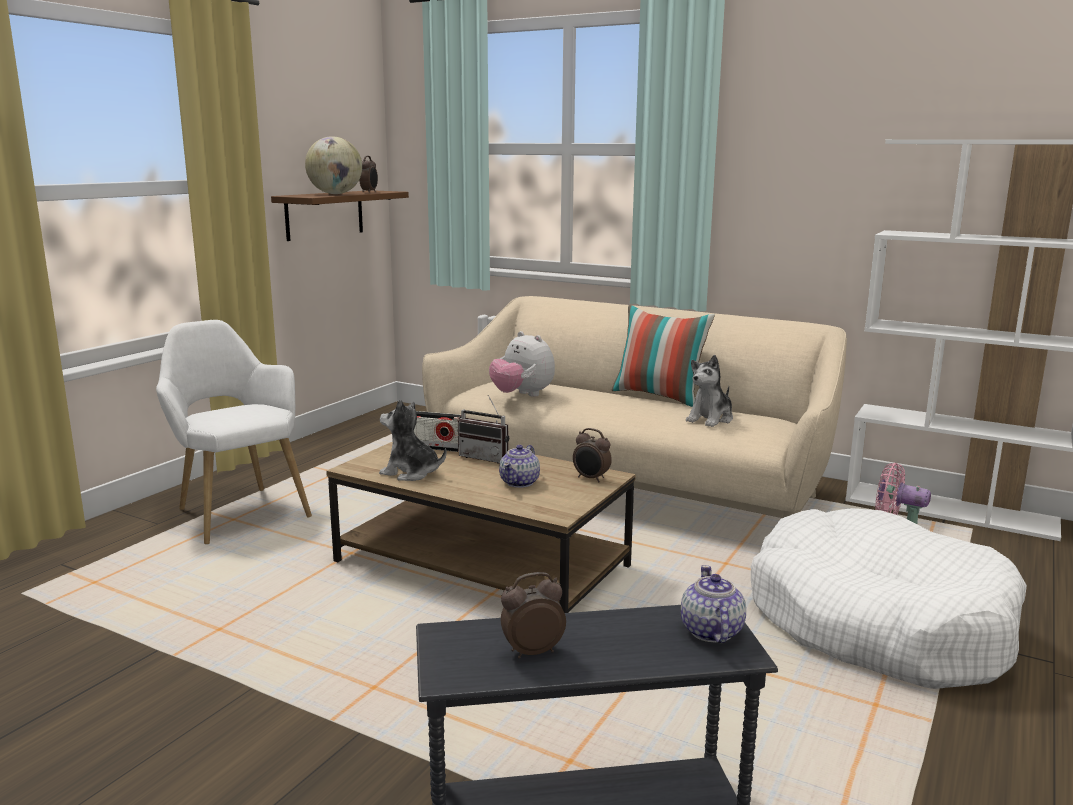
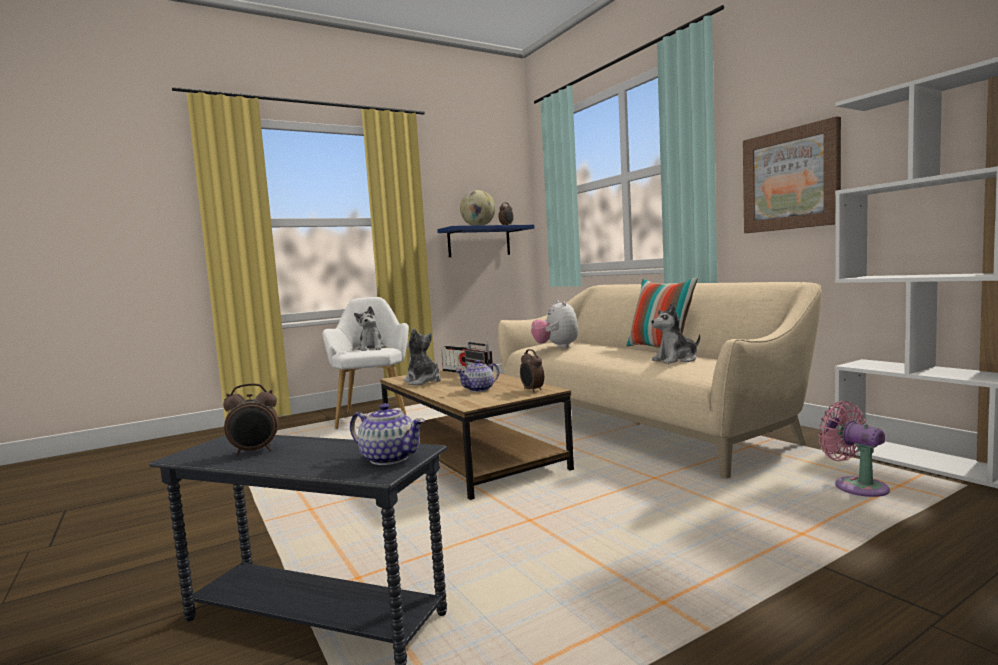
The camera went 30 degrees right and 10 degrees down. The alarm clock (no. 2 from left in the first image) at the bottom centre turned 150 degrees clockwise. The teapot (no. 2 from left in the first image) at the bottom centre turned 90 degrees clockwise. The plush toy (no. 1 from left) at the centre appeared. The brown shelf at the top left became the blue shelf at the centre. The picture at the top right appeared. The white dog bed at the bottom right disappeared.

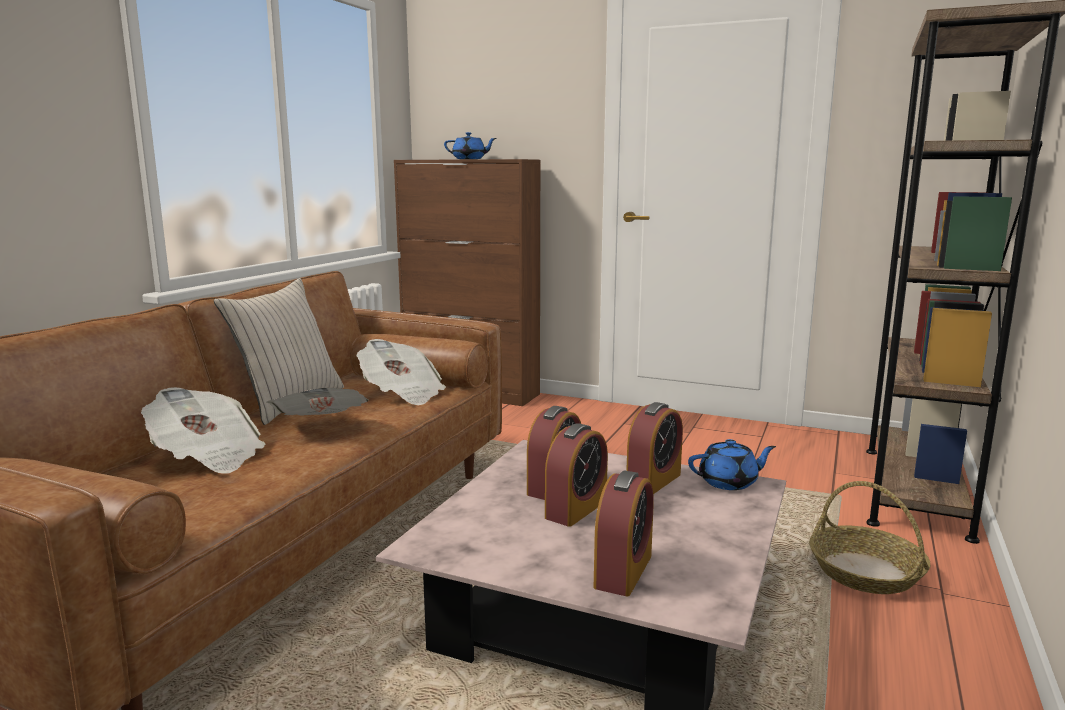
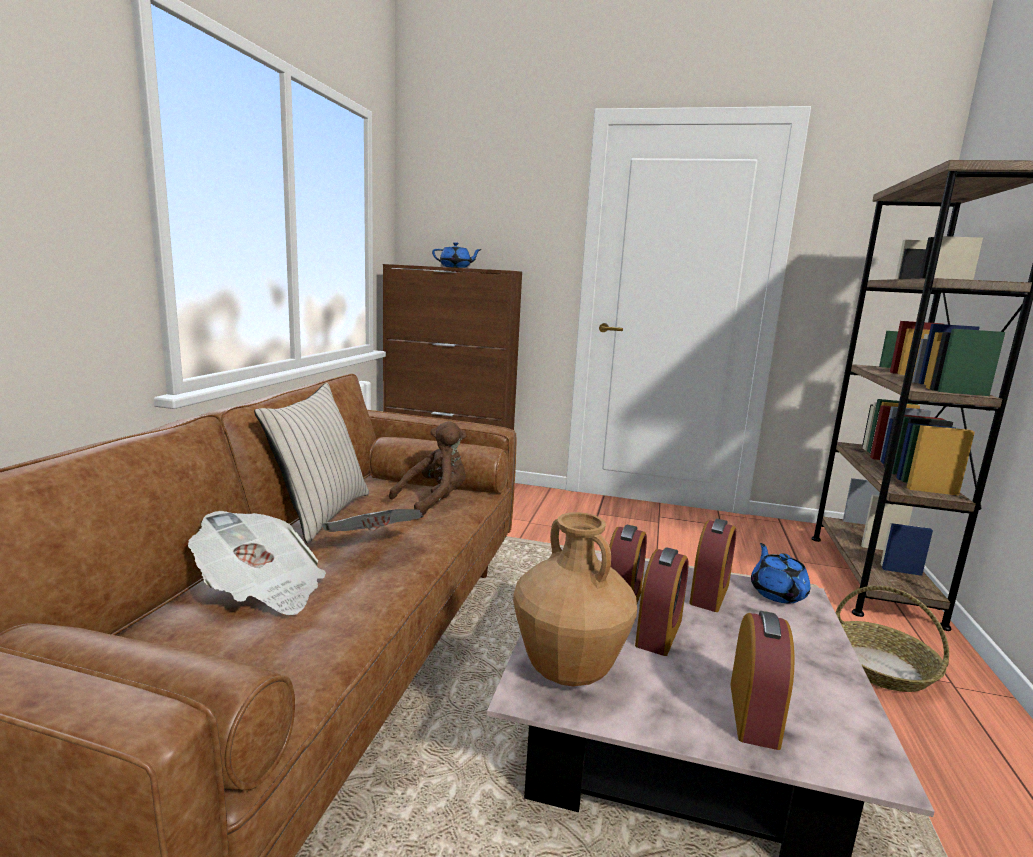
The camera went 10 degrees left and 0 degrees up. The newspaper (no. 3 from left) at the centre was replaced by the brown plush toy at the centre. The brown vase at the bottom centre appeared. The blue teapot (no. 2 from left) at the middle right turned 75 degrees counterclockwise.

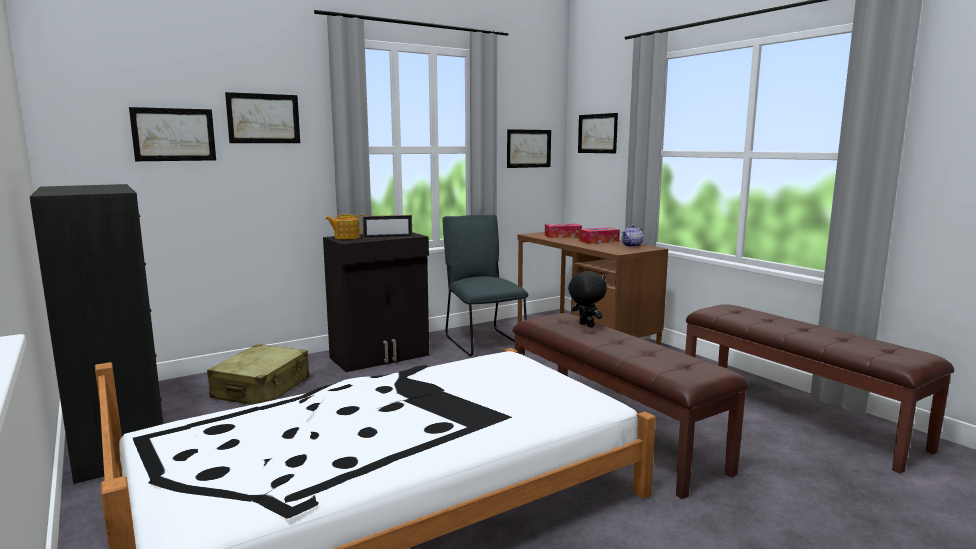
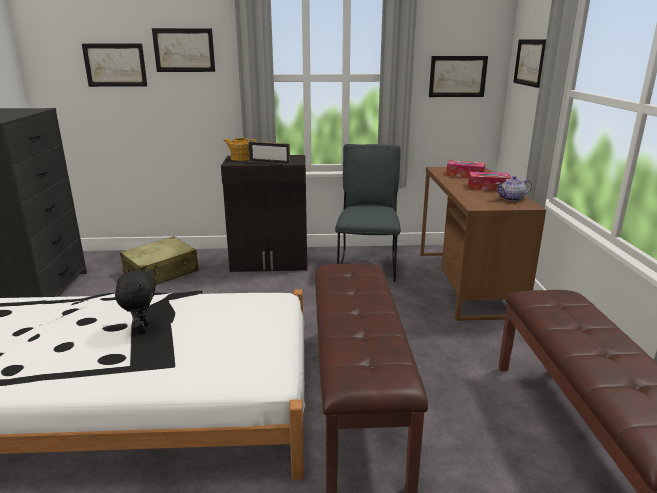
The camera went 30 degrees right and 10 degrees up. The black plush toy moved from the centre to the middle left.

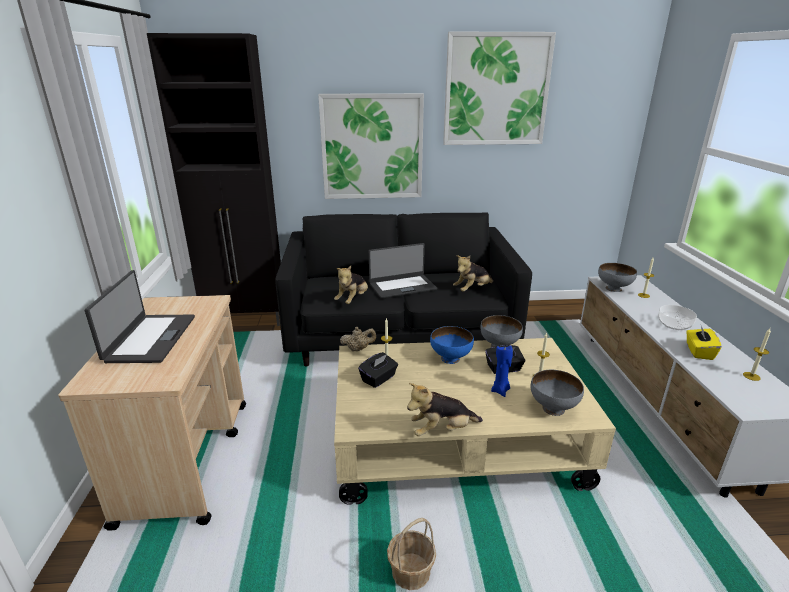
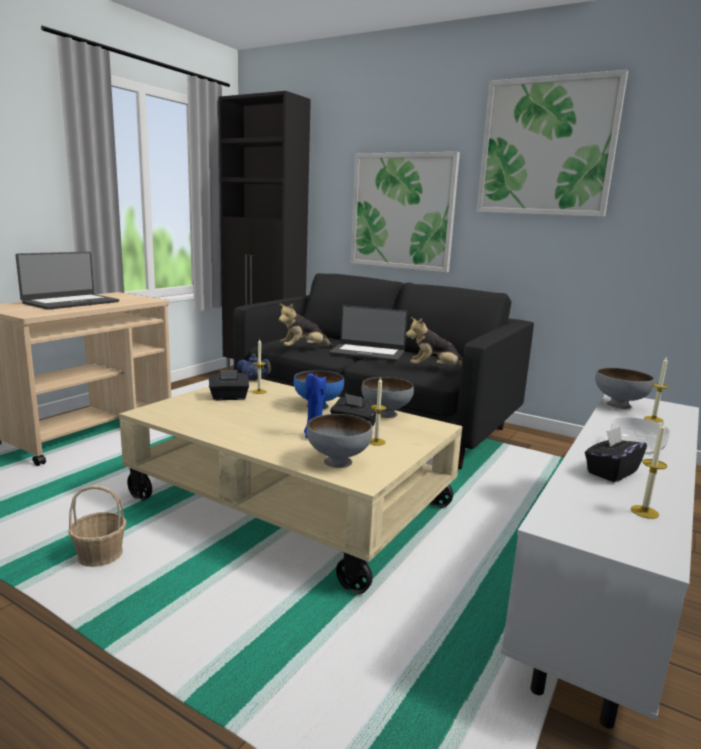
The camera went 35 degrees right and 10 degrees down. The beige teapot at the centre became the blue teapot at the centre. The yellow tissue box at the middle right became the black tissue box (no. 3 from left) at the middle right. The plush toy (no. 2 from left) at the bottom centre disappeared.

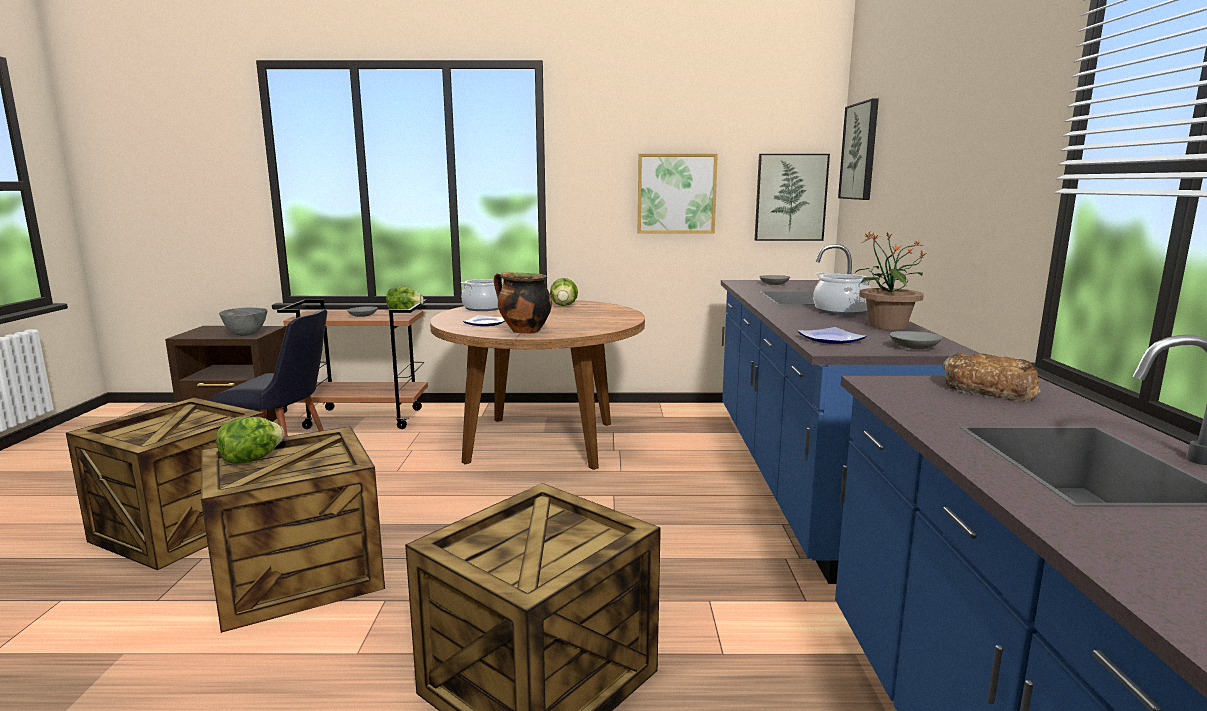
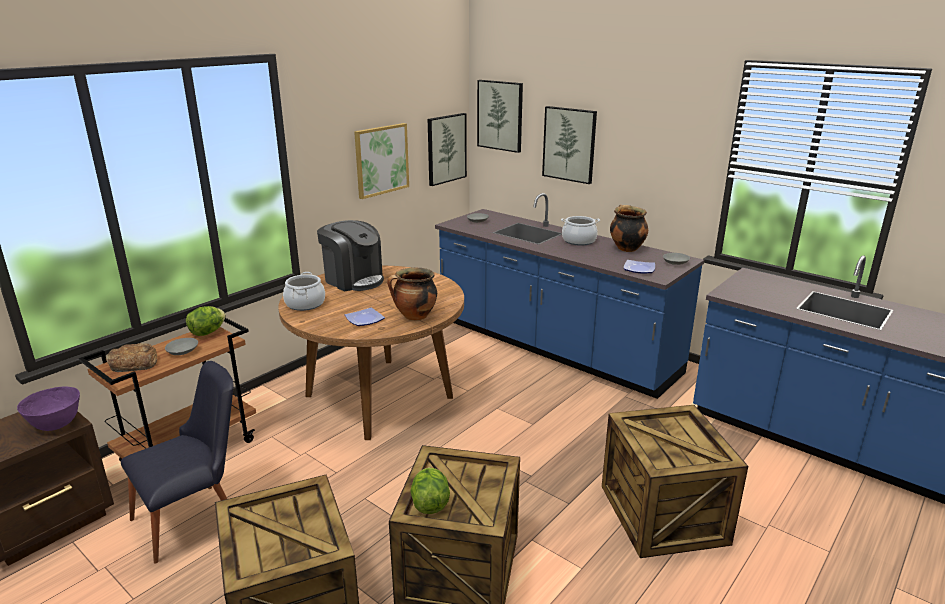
The camera went 50 degrees left and 10 degrees up. The grey bowl (no. 1 from left) at the middle left became the purple bowl at the bottom left. The bread moved from the middle right to the middle left. The lettuce (no. 3 from left) at the centre was replaced by the coffee machine at the centre. The picture (no. 4 from left) at the top centre appeared. The potted plant at the middle right was replaced by the cooking pot (no. 4 from left) at the centre.

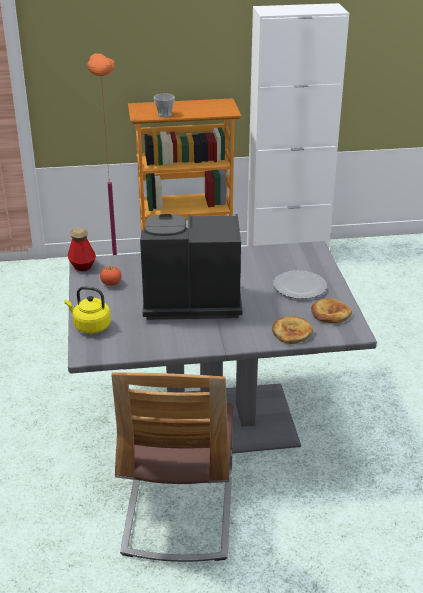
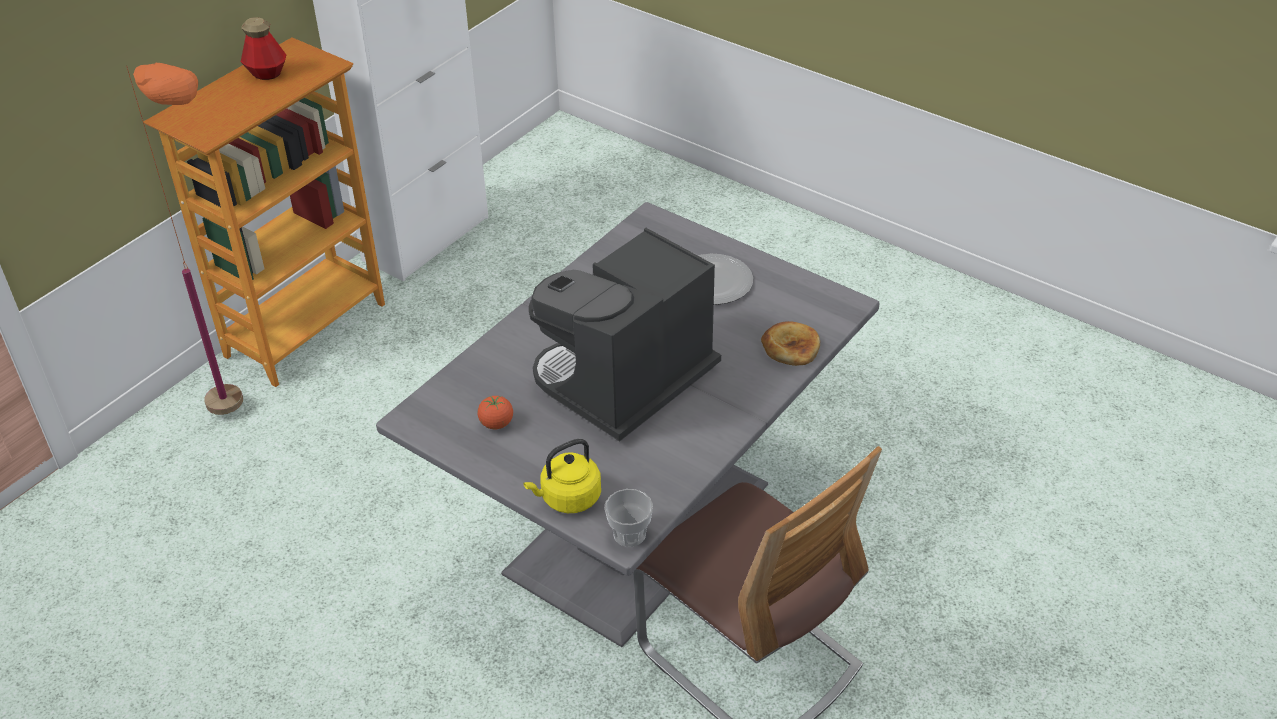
The camera went 45 degrees left and 10 degrees up. The bottle moved from the middle left to the top left. The cup moved from the top centre to the bottom centre. The bread (no. 2 from left) at the middle right disappeared.

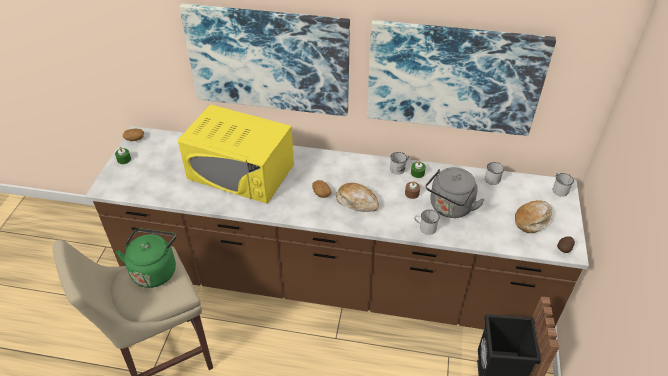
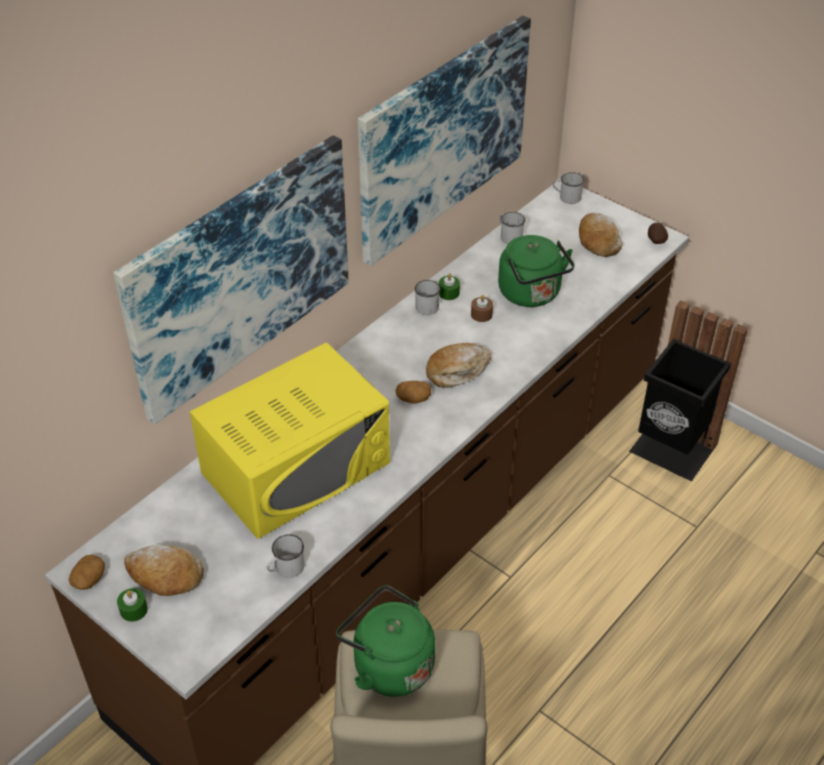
The camera went 60 degrees left and 0 degrees up. The bread (no. 1 from left) at the bottom left appeared. The white mug (no. 2 from left in the first image) moved from the centre to the bottom centre. The grey kettle at the middle right became the green kettle (no. 2 from left) at the centre.

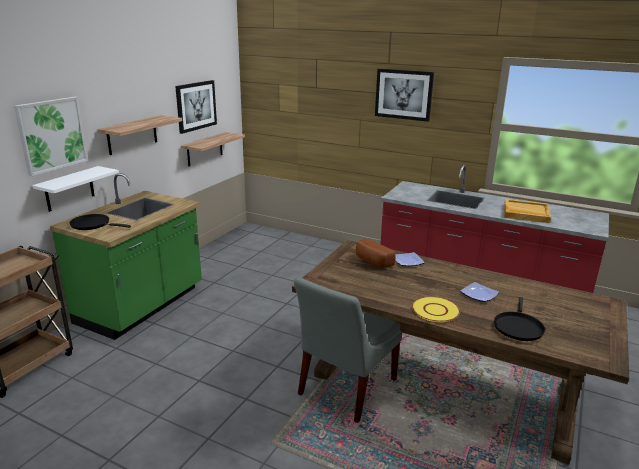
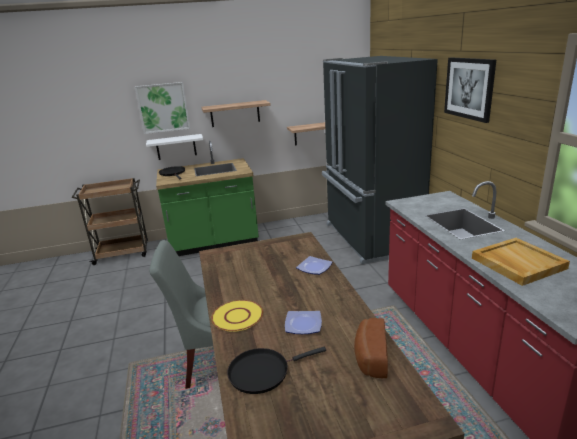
The camera went 50 degrees right and 0 degrees up. The black fridge at the centre appeared. The bread moved from the centre to the bottom centre. The picture (no. 2 from left) at the top left disappeared.

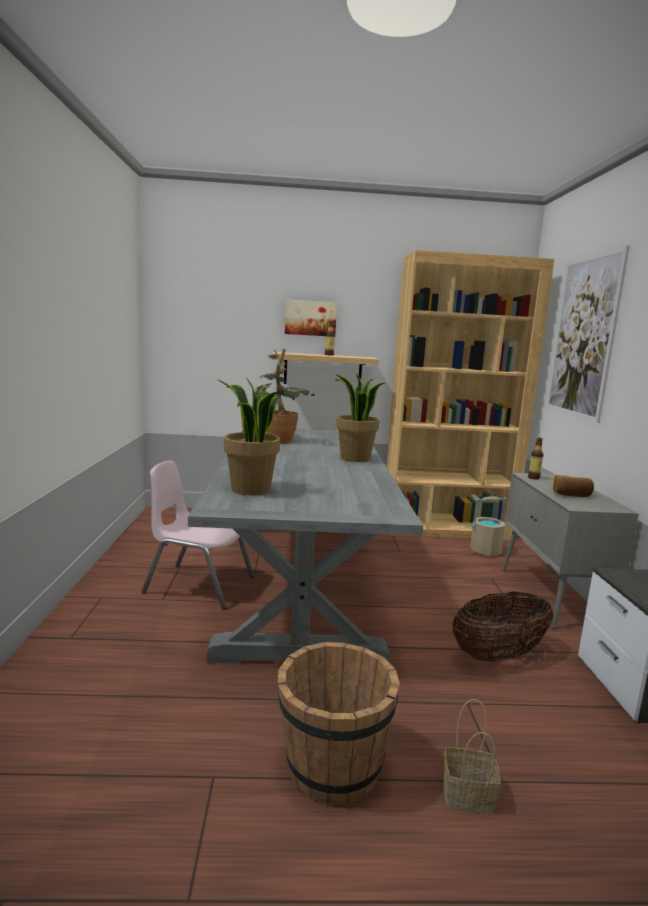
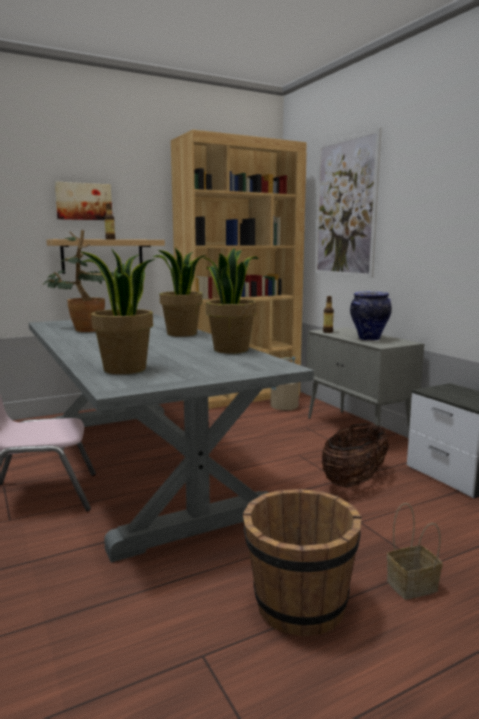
The camera went 25 degrees left and 0 degrees up. The potted plant (no. 4 from left) at the centre appeared. The bread at the middle right was replaced by the vase at the middle right.

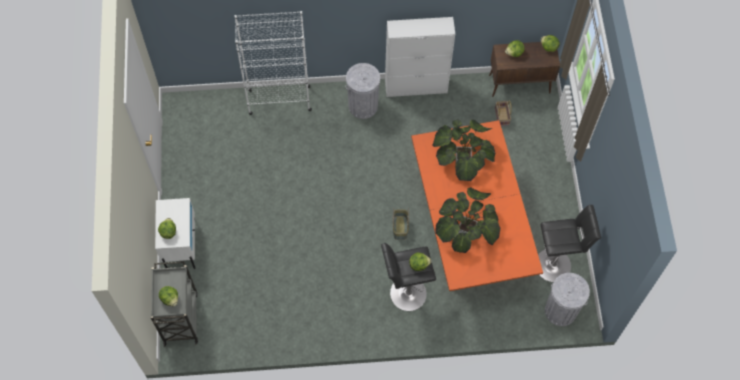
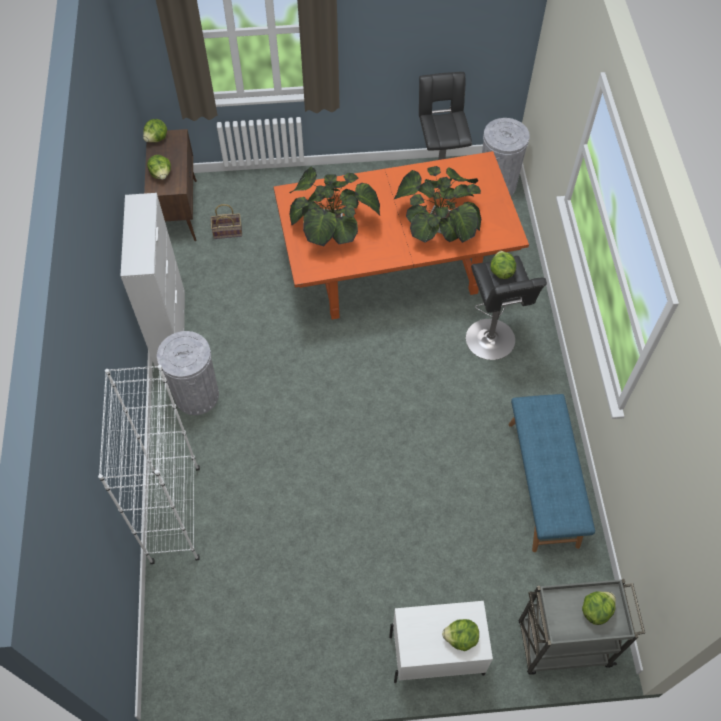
The camera went 90 degrees left and 5 degrees down. The blue bench at the middle right appeared. The basket (no. 1 from left) at the centre disappeared.

